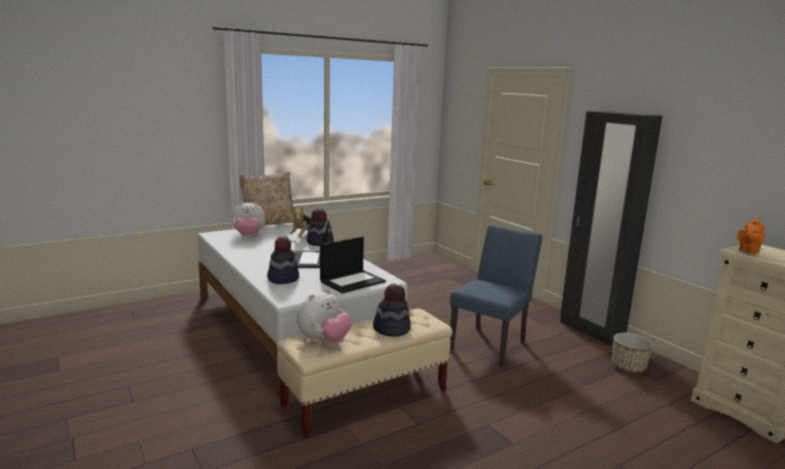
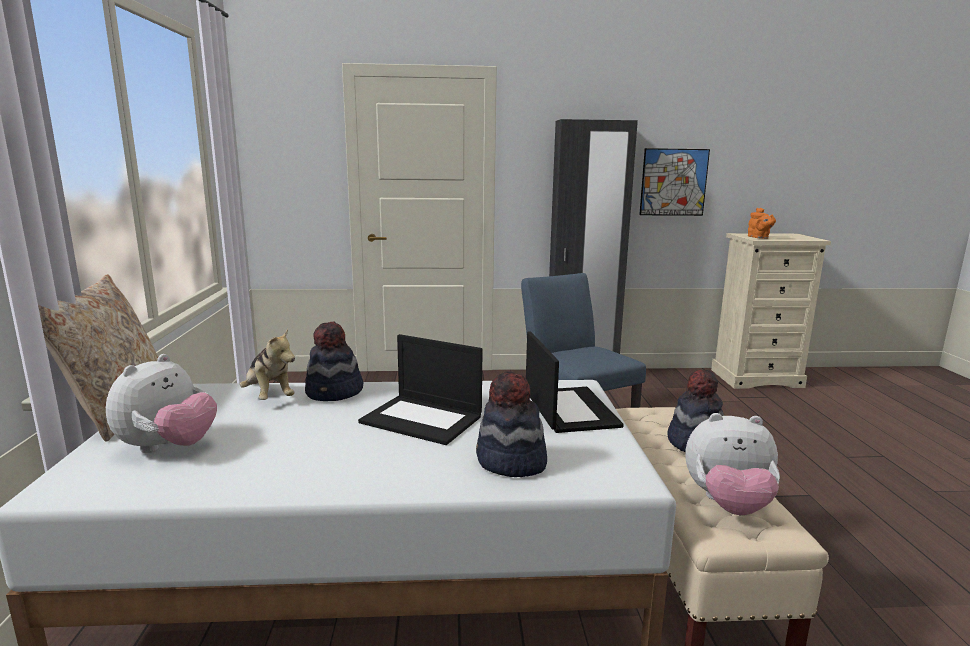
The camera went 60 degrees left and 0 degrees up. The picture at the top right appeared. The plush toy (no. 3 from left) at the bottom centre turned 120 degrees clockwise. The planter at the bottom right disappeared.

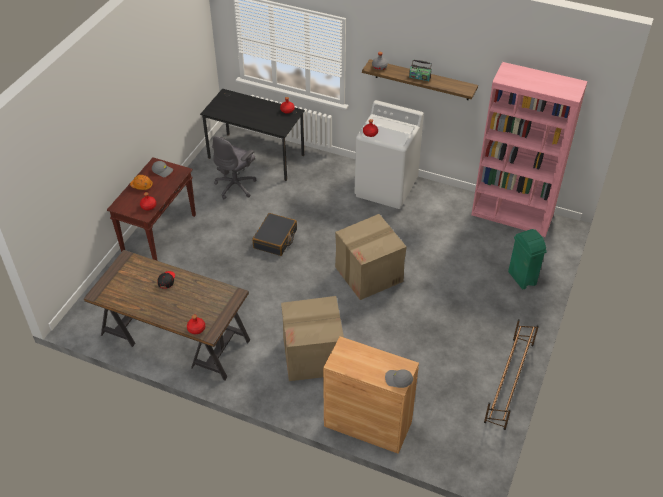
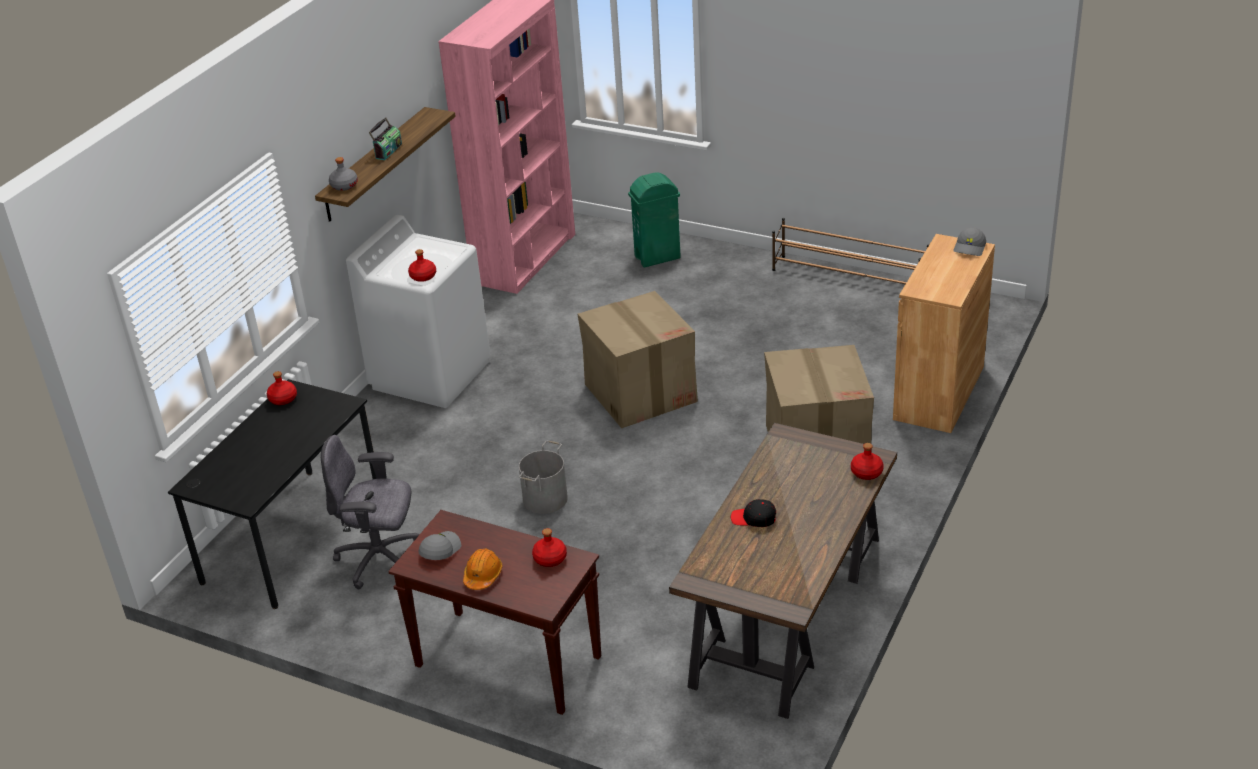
The camera went 85 degrees left and 10 degrees down. The grey office chair at the centre turned 150 degrees clockwise. The black suitcase at the centre was replaced by the grey bucket at the centre.

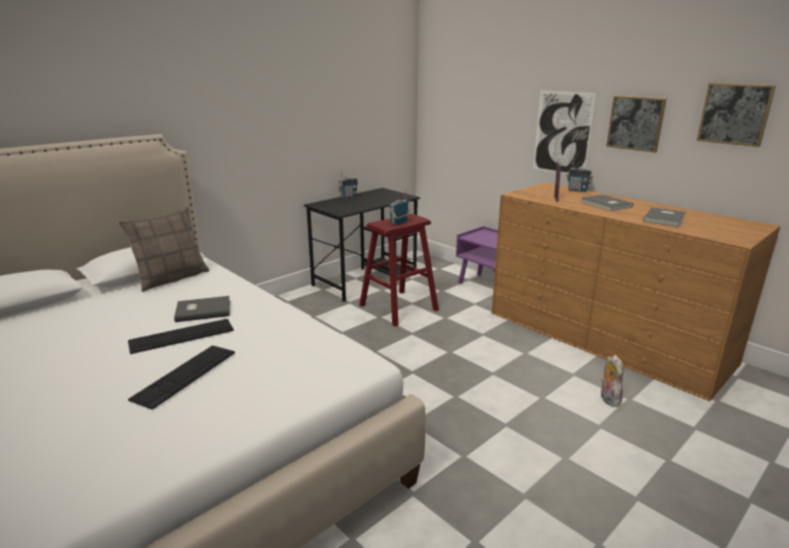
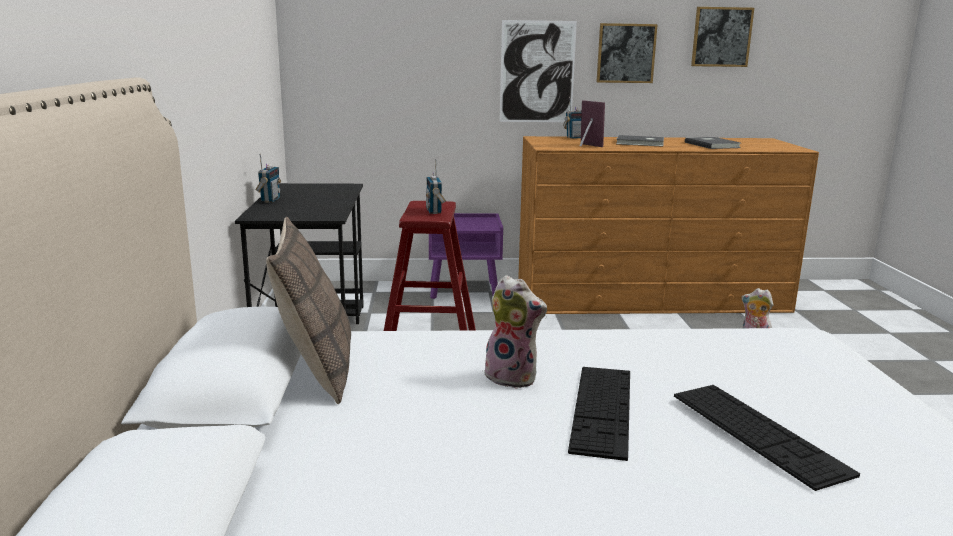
The camera went 50 degrees left and 5 degrees down. The grey book (no. 1 from left) at the middle left was replaced by the plush toy (no. 1 from left) at the centre.

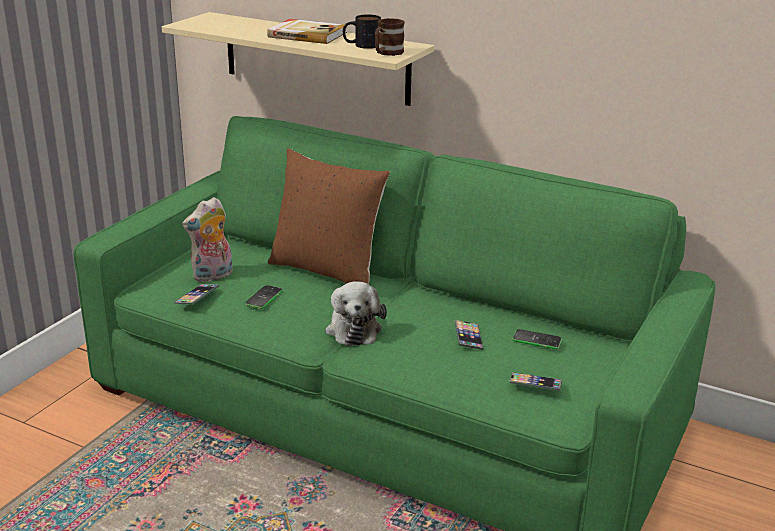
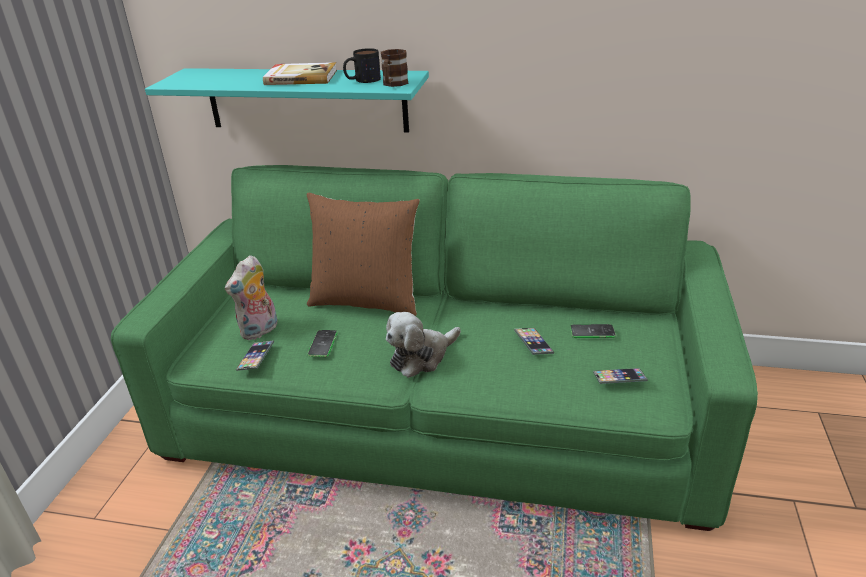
The camera went 15 degrees left and 5 degrees up. The beige shelf at the top centre became the turquoise shelf at the top left. The plush toy (no. 2 from left) at the centre turned 75 degrees clockwise.

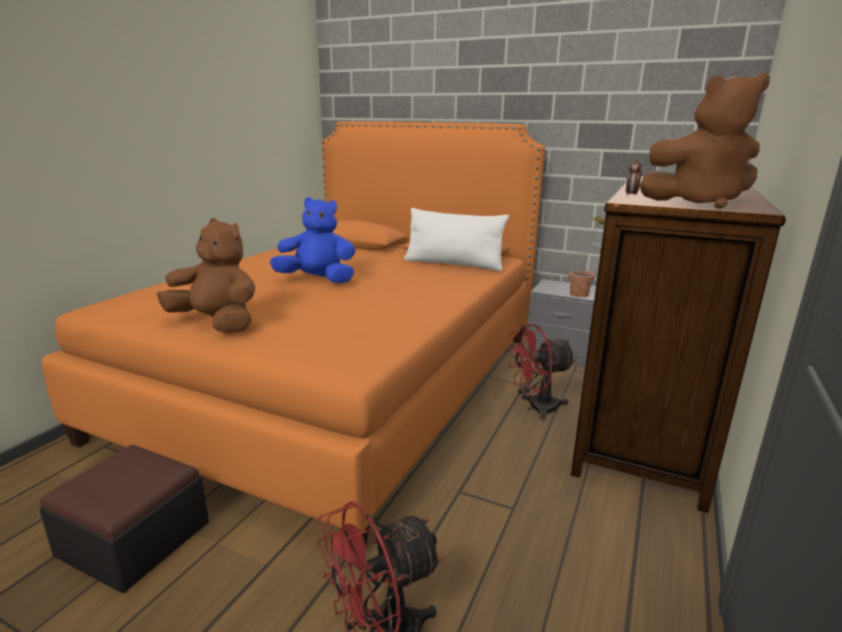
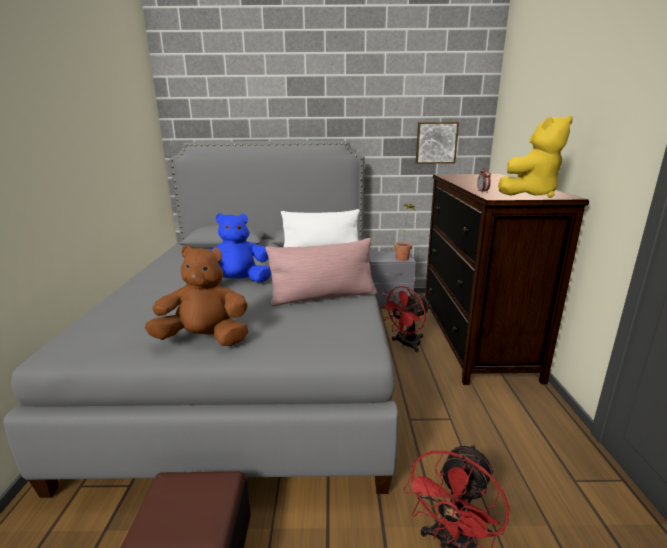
The camera went 25 degrees left and 0 degrees up. The orange bed at the centre became the grey bed at the middle left. The pink pillow at the centre appeared. The picture at the top centre appeared. The brown plush toy (no. 2 from left) at the top right became the yellow plush toy at the top right.

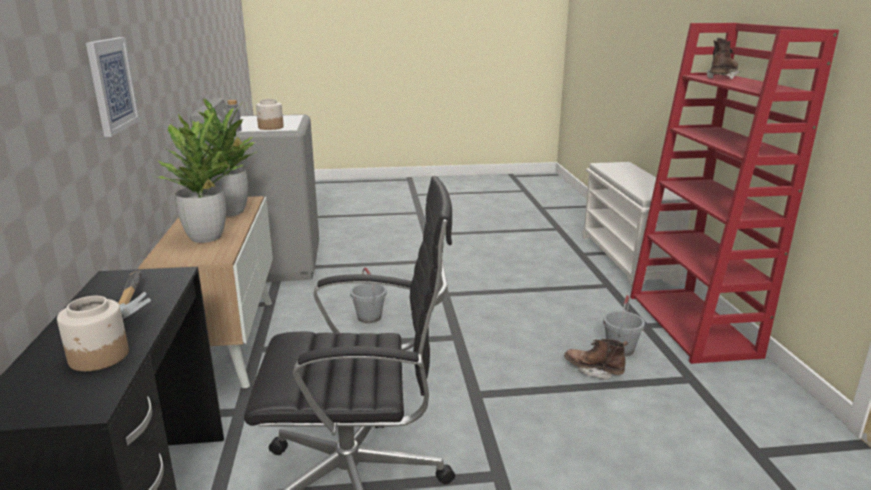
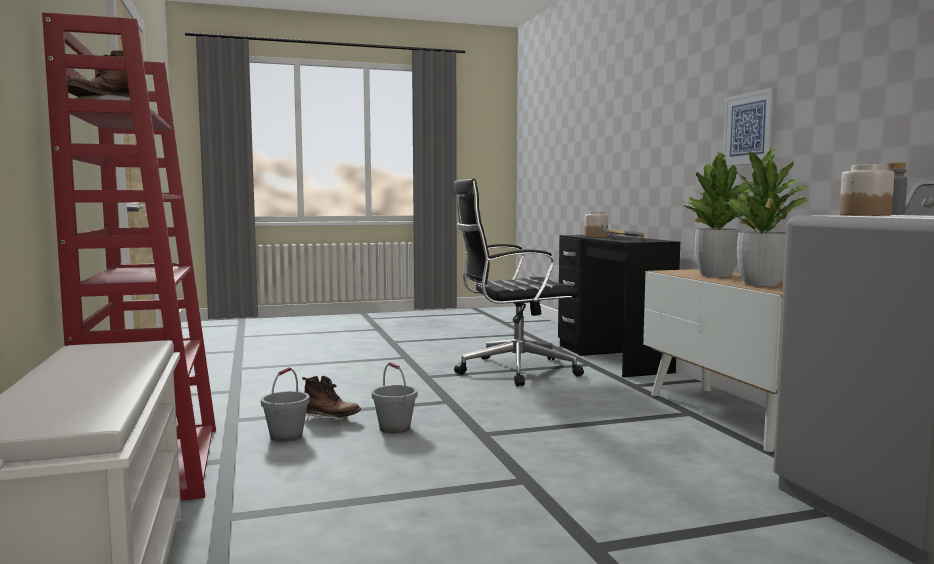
The camera went 170 degrees right and 15 degrees down. The grey bucket (no. 1 from left in the first image) moved from the centre to the bottom centre.

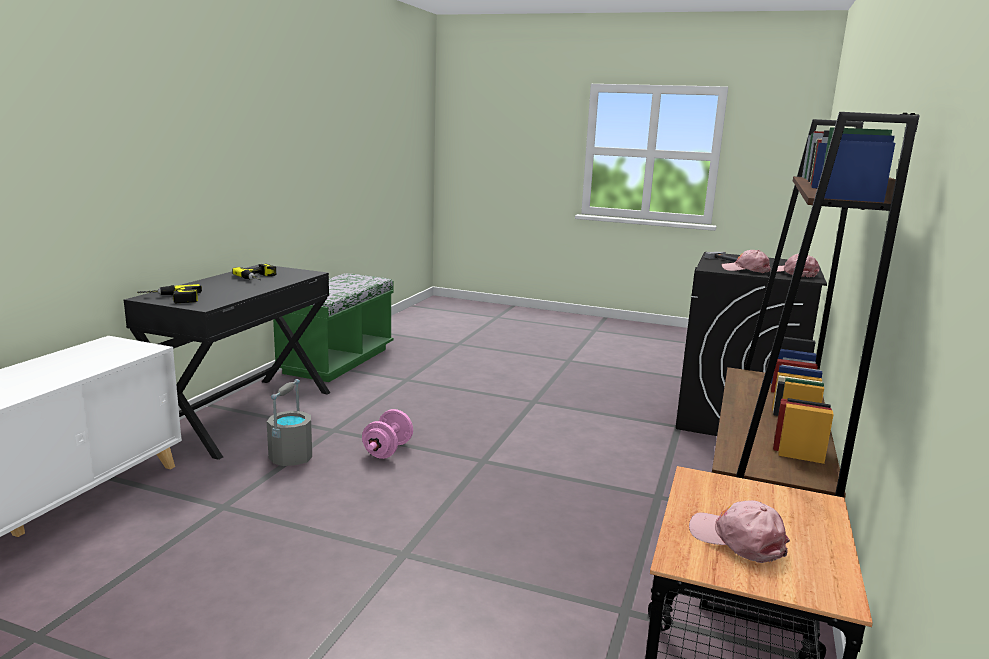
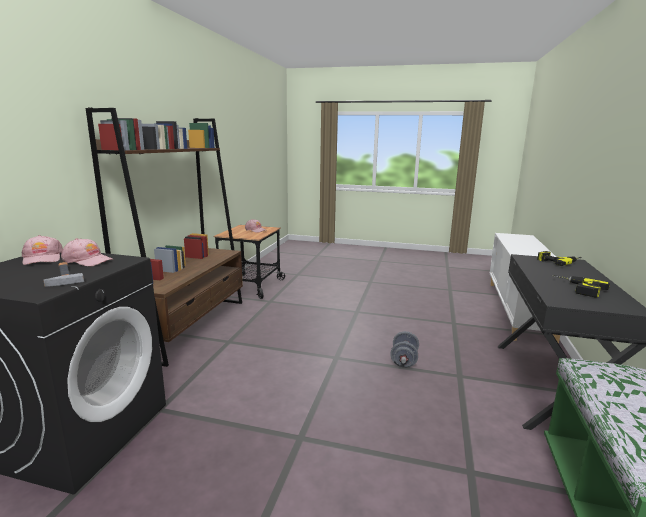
The camera went 175 degrees right and 0 degrees up. The pink dumbbell at the centre became the grey dumbbell at the bottom centre. The grey bucket at the middle left disappeared.

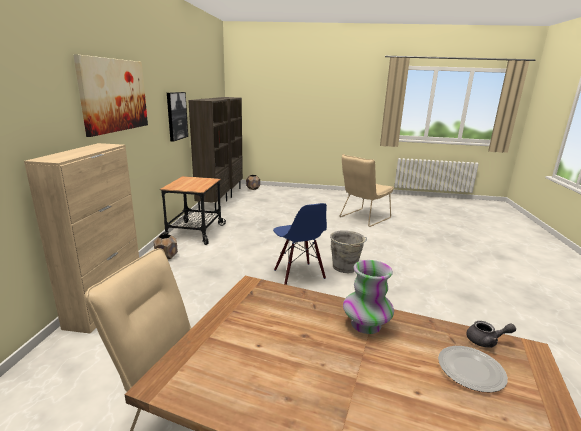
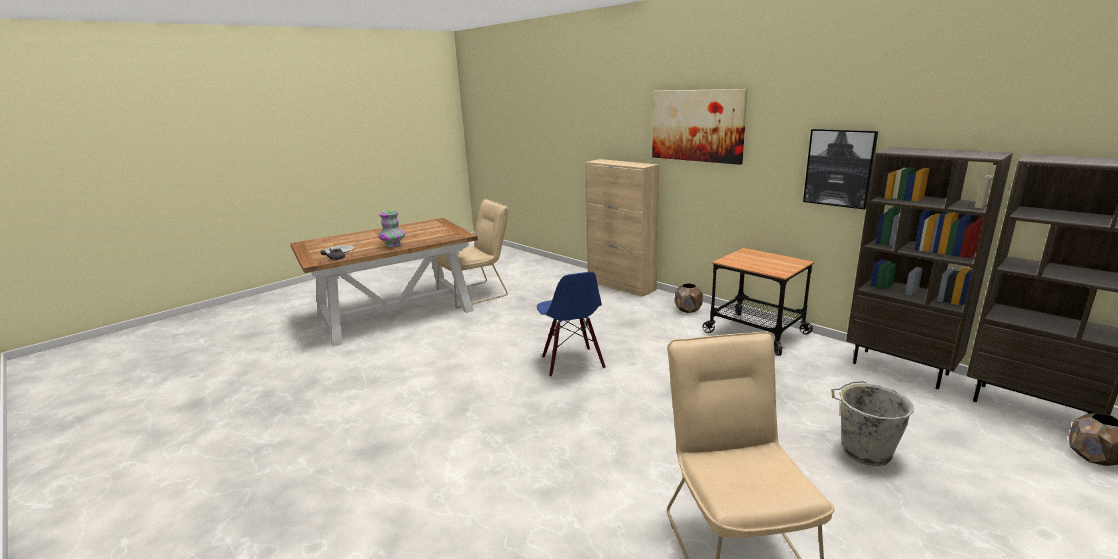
The camera went 130 degrees right and 0 degrees up. The blue chair at the centre turned 120 degrees counterclockwise. The grey bucket moved from the centre to the bottom right.

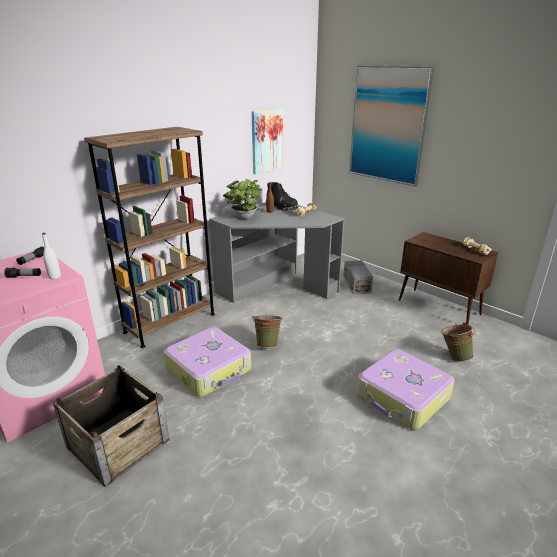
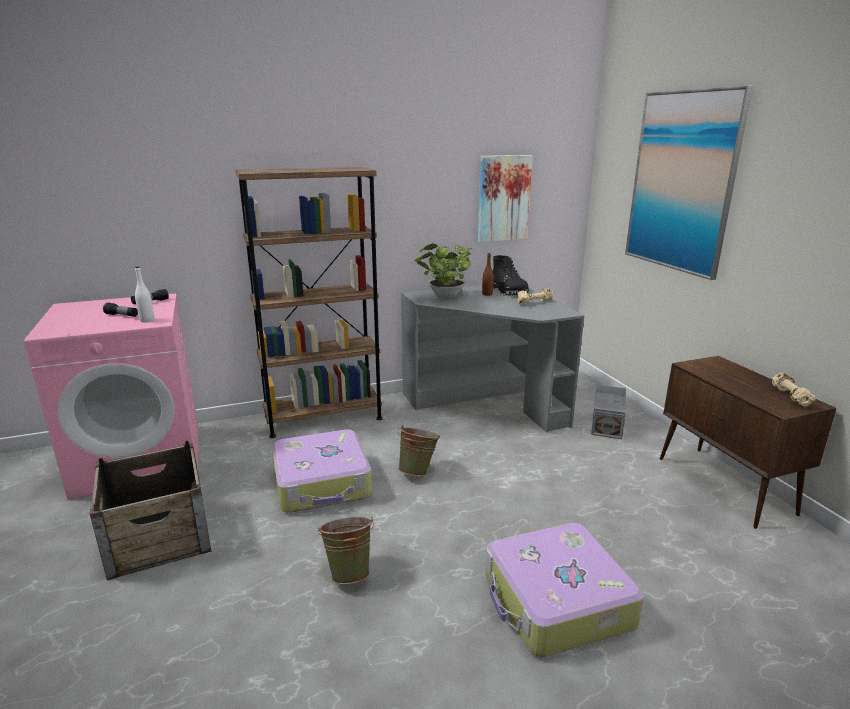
The camera went 25 degrees right and 5 degrees down. The green bucket (no. 2 from left in the first image) moved from the middle right to the bottom centre.

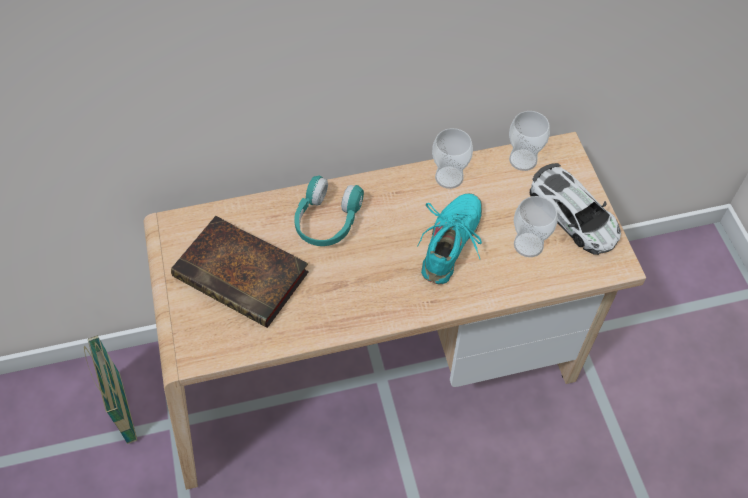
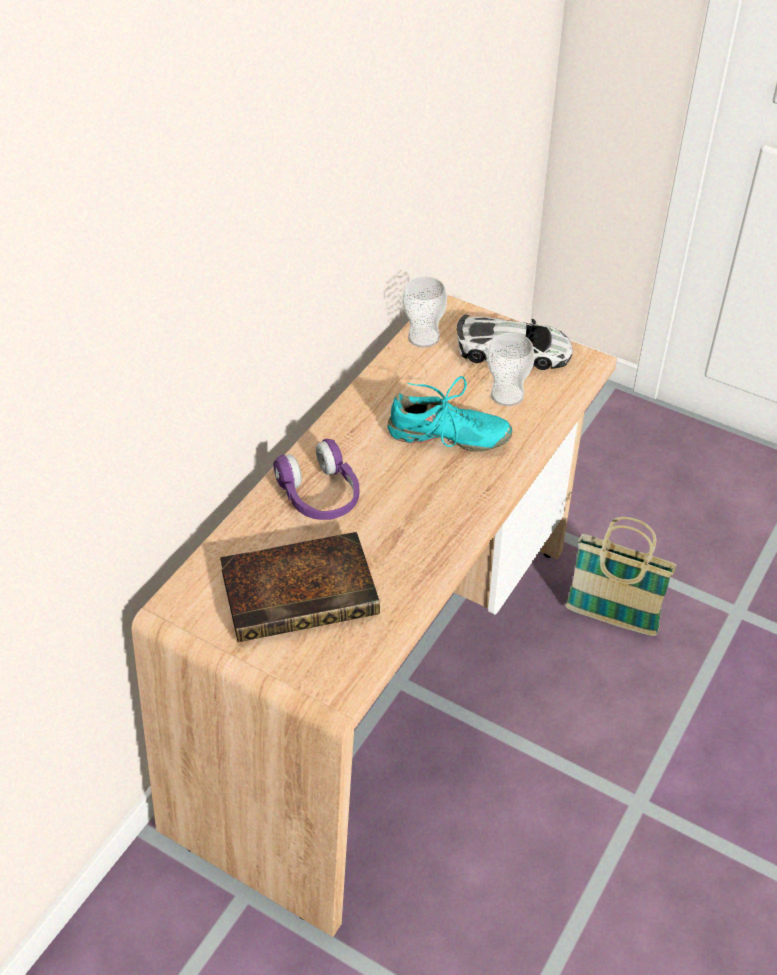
The camera went 45 degrees left and 10 degrees down. The turquoise headphones at the centre became the purple headphones at the centre. The turquoise shoe at the centre turned 120 degrees clockwise. The basket moved from the bottom left to the middle right. The cup (no. 1 from left) at the top centre disappeared.

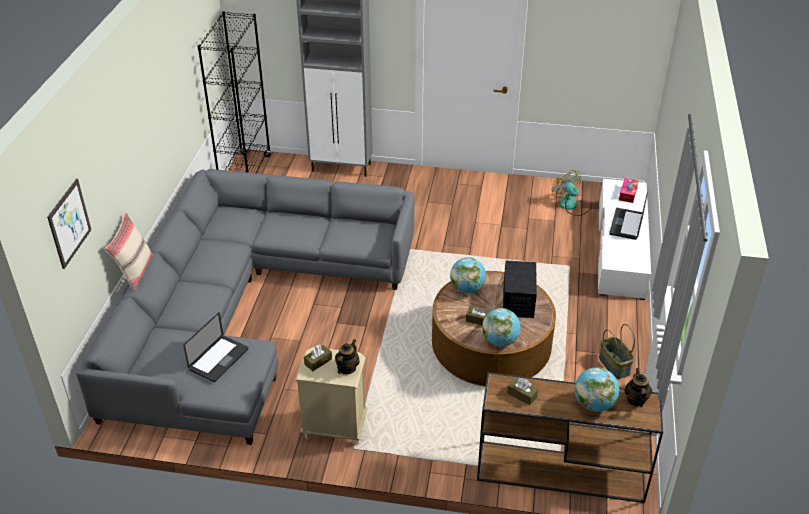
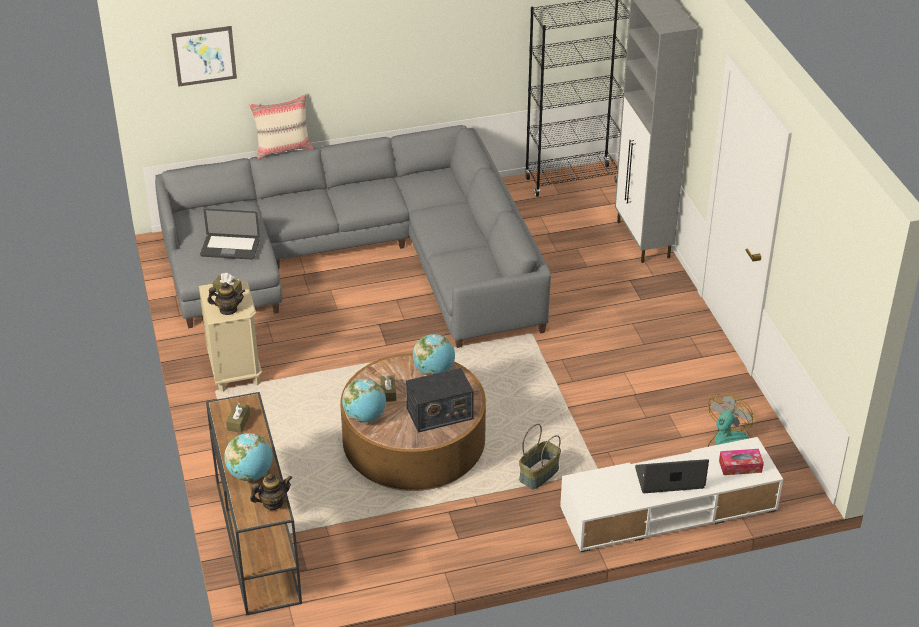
The camera went 65 degrees right and 0 degrees up. The basket moved from the bottom right to the bottom centre.

